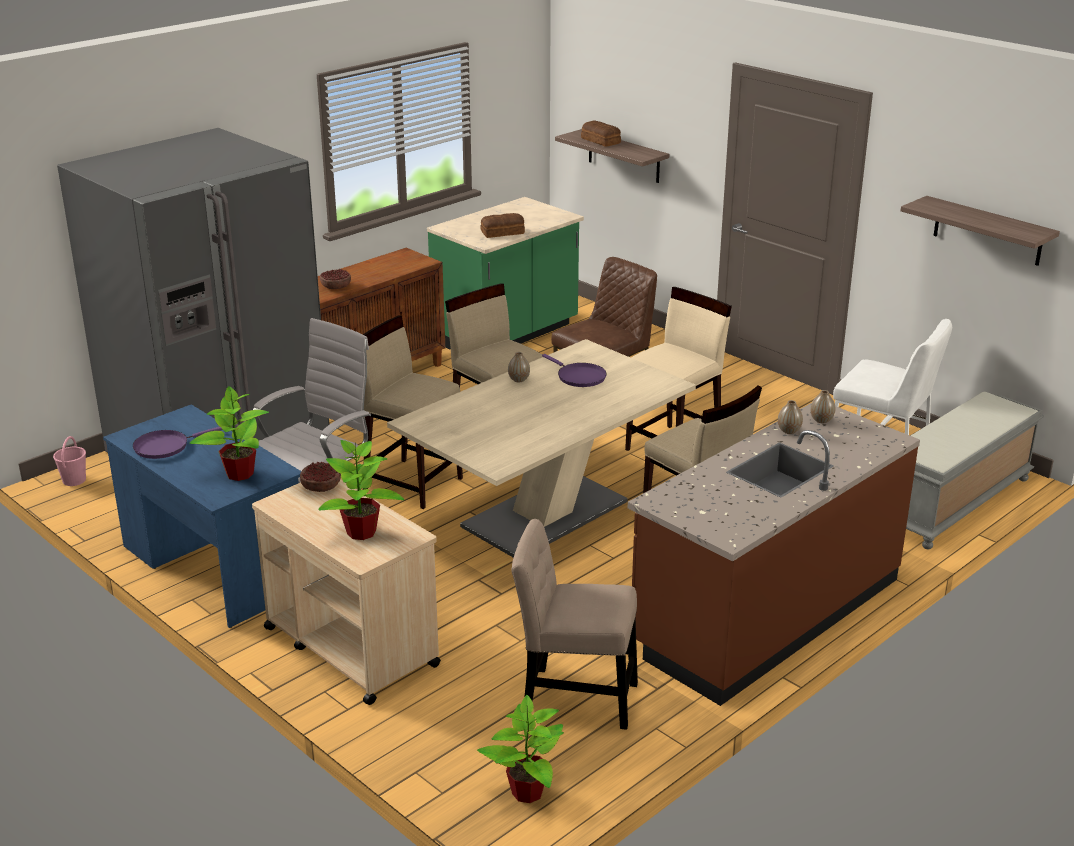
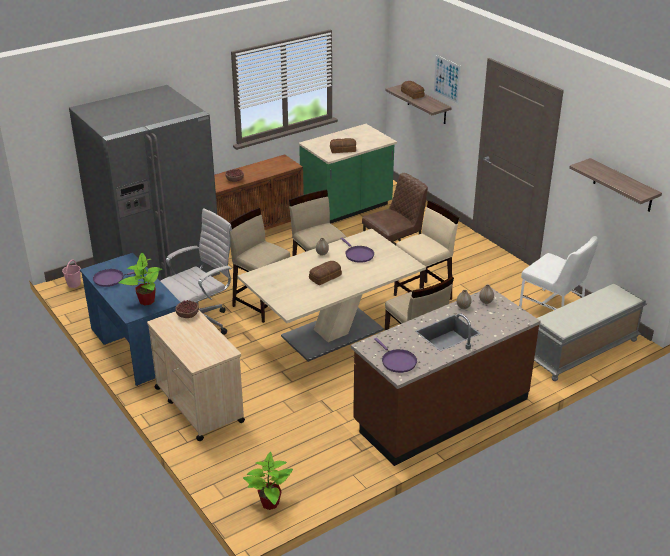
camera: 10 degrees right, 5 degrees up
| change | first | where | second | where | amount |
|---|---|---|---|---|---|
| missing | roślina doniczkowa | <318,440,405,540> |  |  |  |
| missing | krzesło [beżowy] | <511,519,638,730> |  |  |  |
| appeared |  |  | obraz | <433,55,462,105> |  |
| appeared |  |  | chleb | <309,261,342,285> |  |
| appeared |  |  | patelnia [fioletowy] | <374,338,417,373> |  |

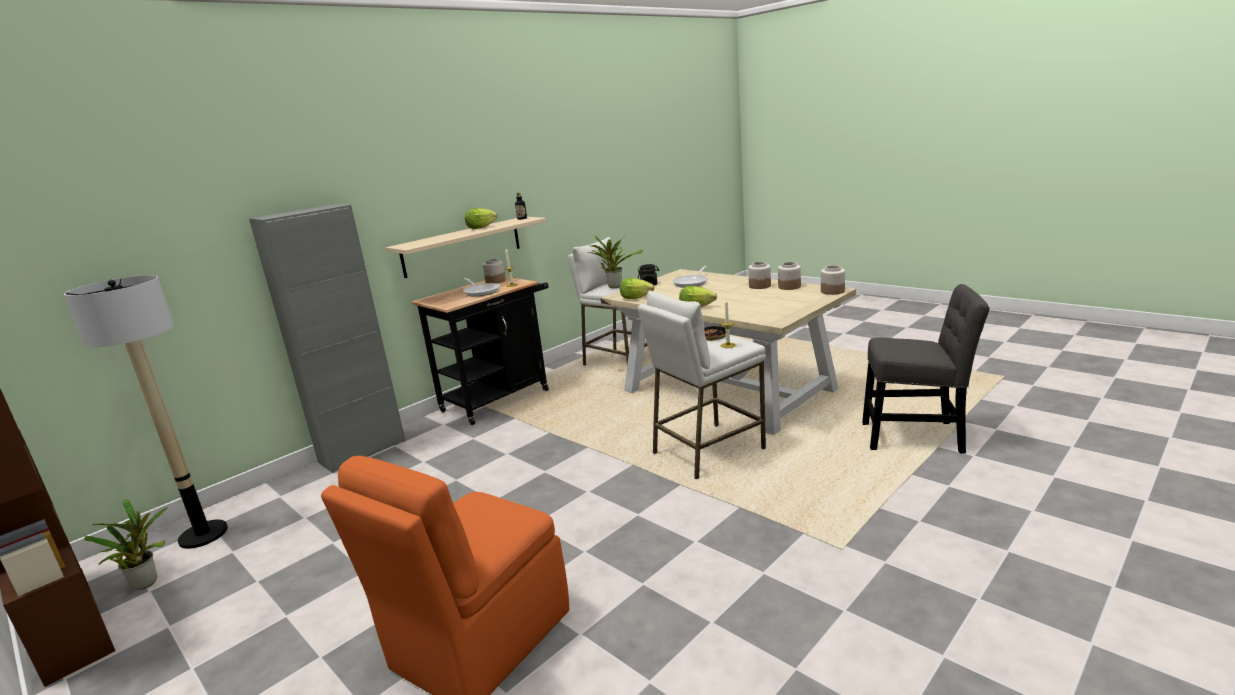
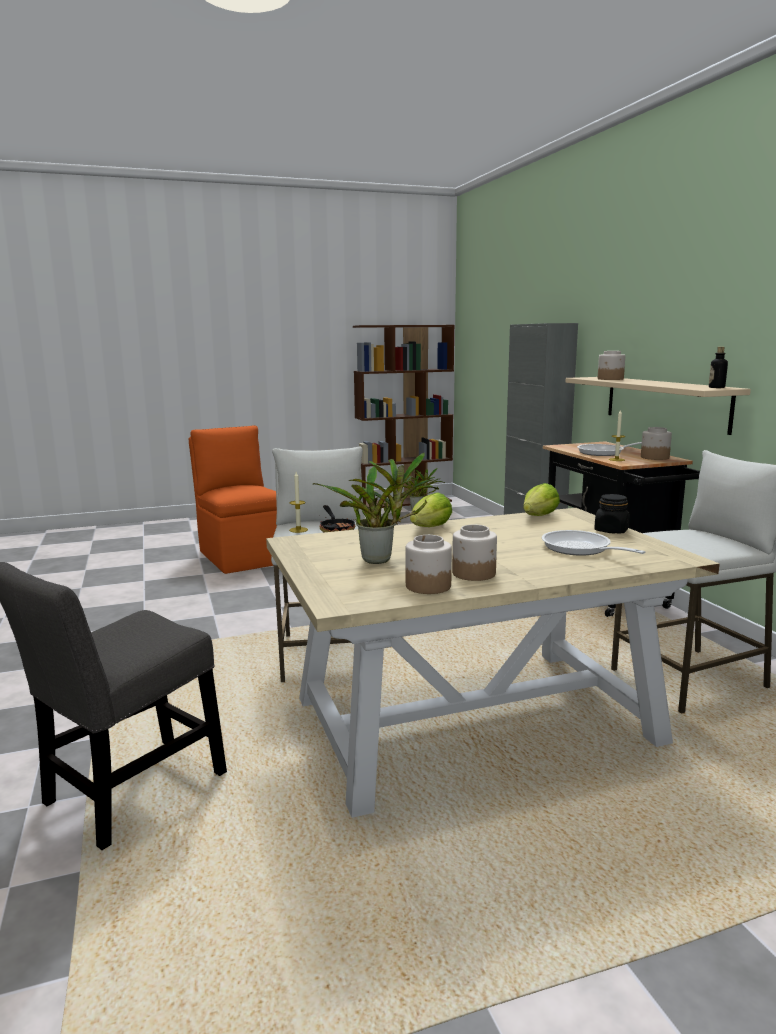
camera: 115 degrees right, 5 degrees down
| change | first | where | second | where | amount |
|---|---|---|---|---|---|
| missing | sałata | <465,208,497,229> |  |  |  |
| relocated | roślina doniczkowa | <588,236,643,288> |  | <313,453,439,564> |  |
| relocated | słoik | <821,265,845,295> |  | <598,351,625,380> |  |
| missing | lampa stojąca | <64,275,228,549> |  |  |  |

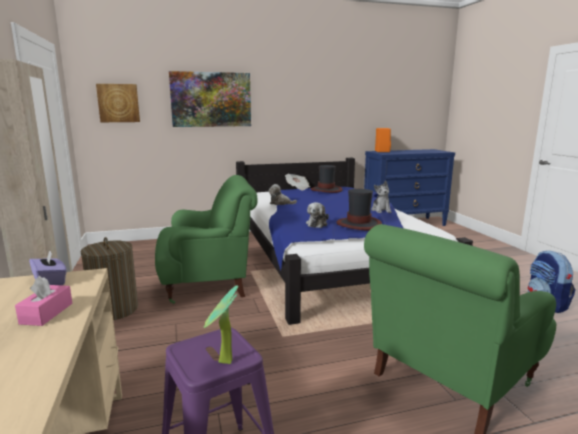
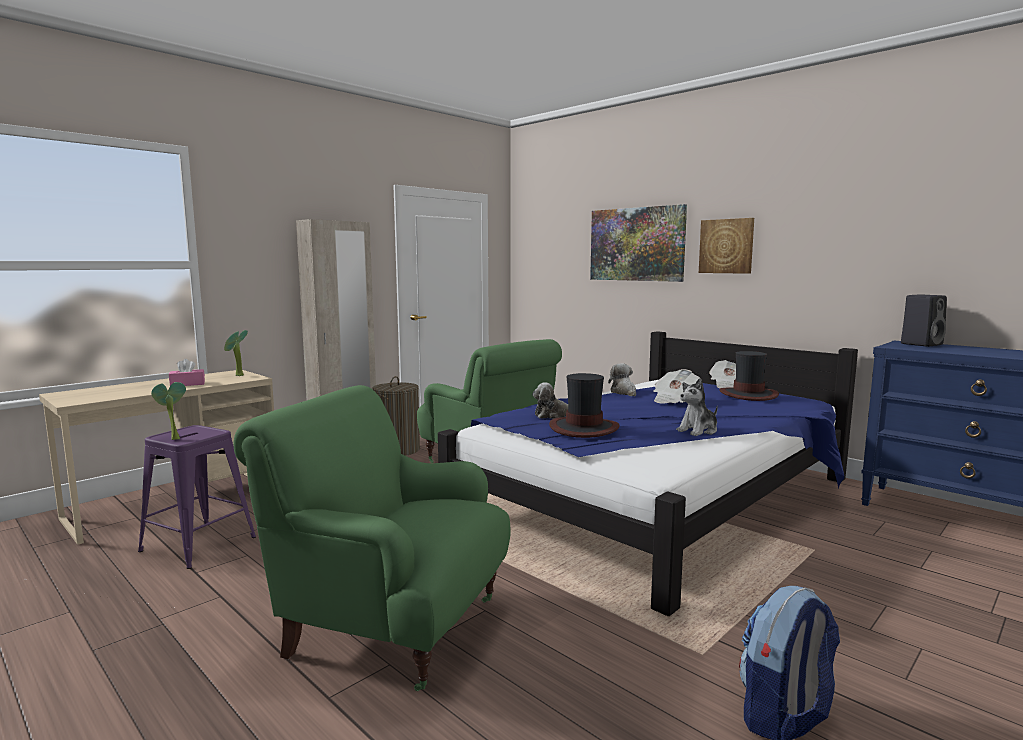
camera: 60 degrees right, 5 degrees down
| change | first | where | second | where | amount |
|---|---|---|---|---|---|
| relocated | obraz | <96,84,140,122> |  | <699,218,754,274> |  |
| colour | głośnik [pomarańczowy] | <375,128,391,152> | głośnik [czarny] | <901,294,947,347> |  |
| exchanged | pudełko chusteczek [fioletowy] | <29,250,67,285> | roślina doniczkowa | <224,330,248,376> |  |
| appeared |  |  | gazeta | <653,369,701,404> |  |

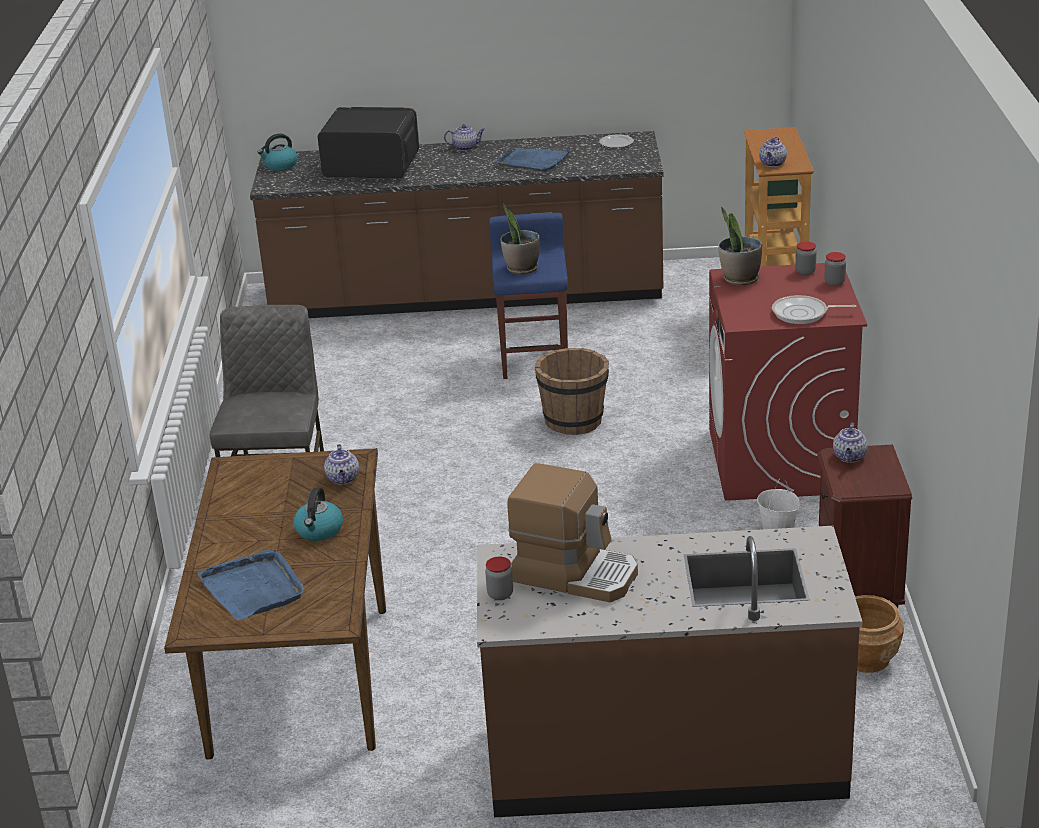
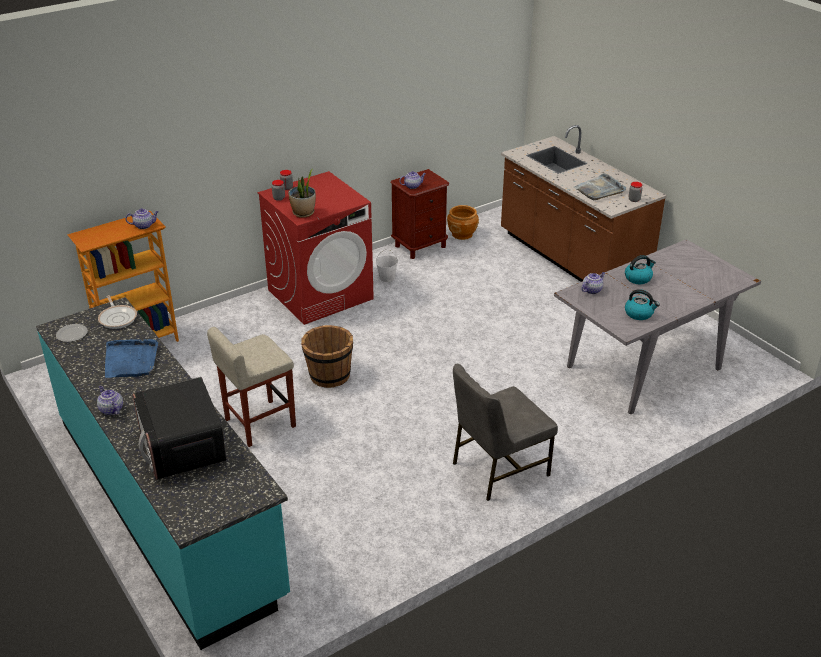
camera: 125 degrees left, 5 degrees up
| change | first | where | second | where | amount |
|---|---|---|---|---|---|
| colour | zabudowa kuchenna [brązowy] | <250,131,663,318> | zabudowa kuchenna [turkusowy] | <36,297,290,650> |  |
| relocated | czajnik | <258,133,297,171> |  | <625,289,660,320> |  |
| missing | roślina doniczkowa | <501,203,540,275> |  |  |  |
| colour | stołek [niebieski] | <489,213,568,379> | stołek [beżowy] | <207,327,296,447> |  |
| relocated | patelnia | <772,295,856,324> |  | <98,295,137,329> |  |
| colour | stół jadalny [brązowy] | <164,448,386,759> | stół jadalny [szary] | <554,239,761,414> |  |
| exchanged | ekspres do kawy | <507,463,638,602> | taca [szary] | <574,173,626,200> |  |
| missing | taca [niebieski] | <198,549,304,620> |  |  |  |

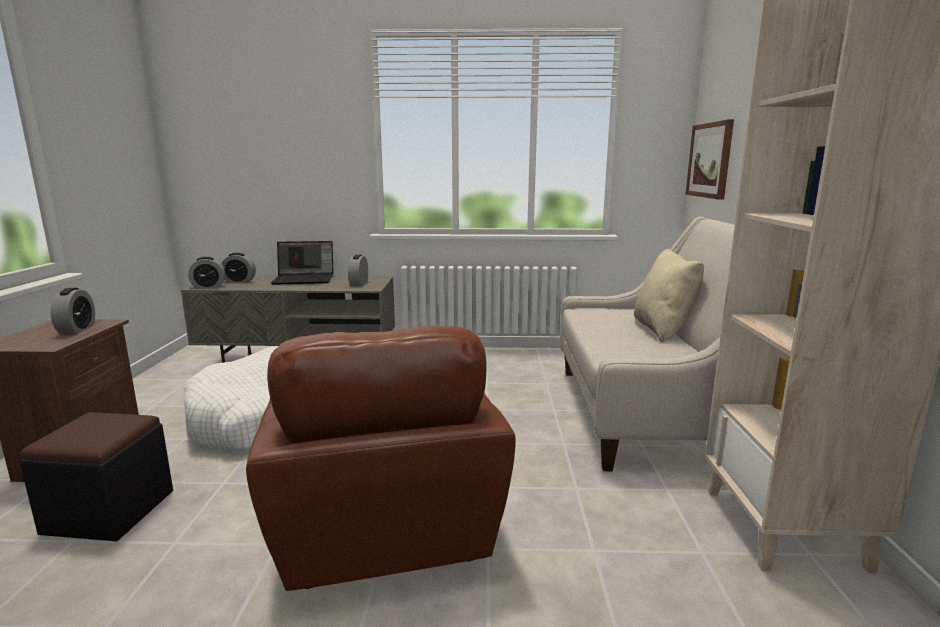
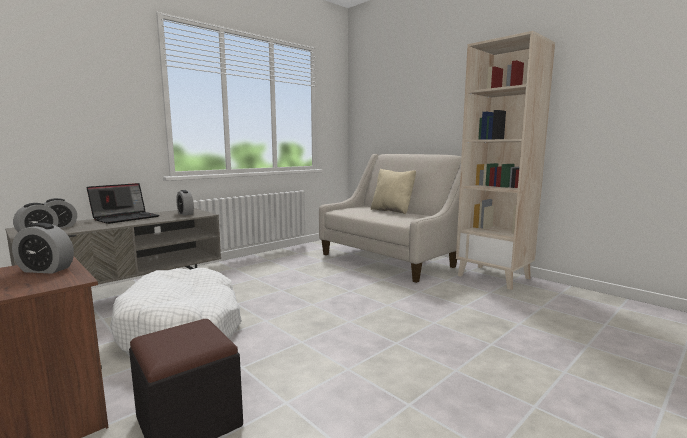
camera: 45 degrees left, 5 degrees down
| change | first | where | second | where | amount |
|---|---|---|---|---|---|
| missing | obraz | <686,119,734,200> |  |  |  |
| spun | budzik | <50,288,95,334> |  | <12,223,74,274> | 150 degrees clockwise |
| missing | fotel [brązowy] | <246,326,516,591> |  |  |  |

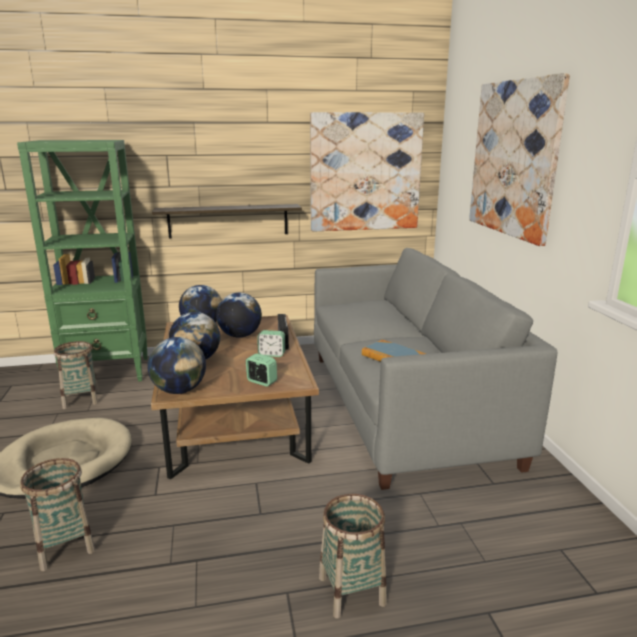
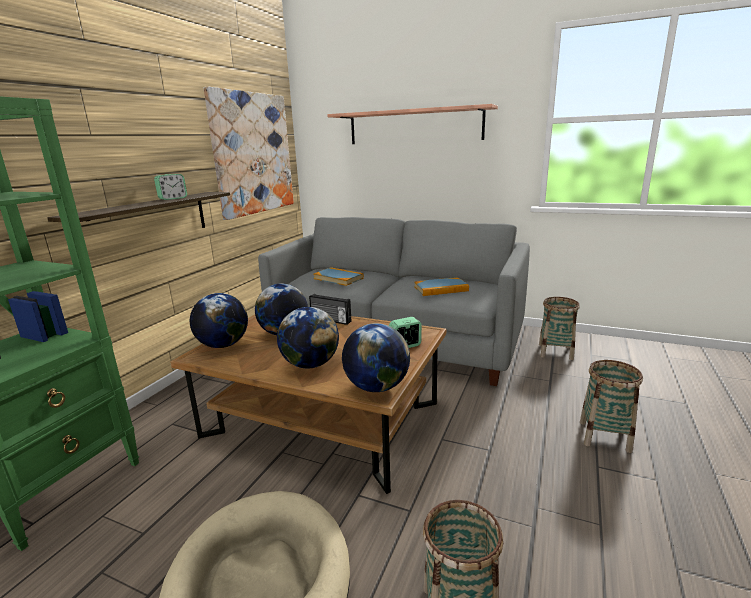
camera: 55 degrees left, 0 degrees up
| change | first | where | second | where | amount |
|---|---|---|---|---|---|
| exchanged | obraz | <469,73,570,246> | półka | <327,104,498,144> |  |
| relocated | budzik | <257,330,285,357> |  | <154,174,187,200> |  |
| relocated | koszyk | <54,341,99,409> |  | <539,297,580,360> |  |
| appeared |  |  | książka | <314,267,364,286> |  |

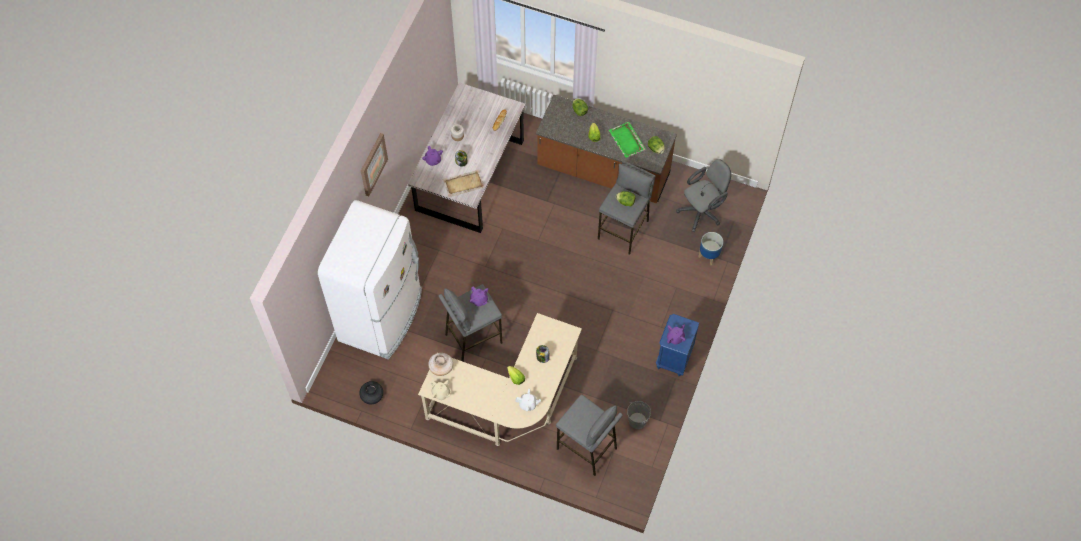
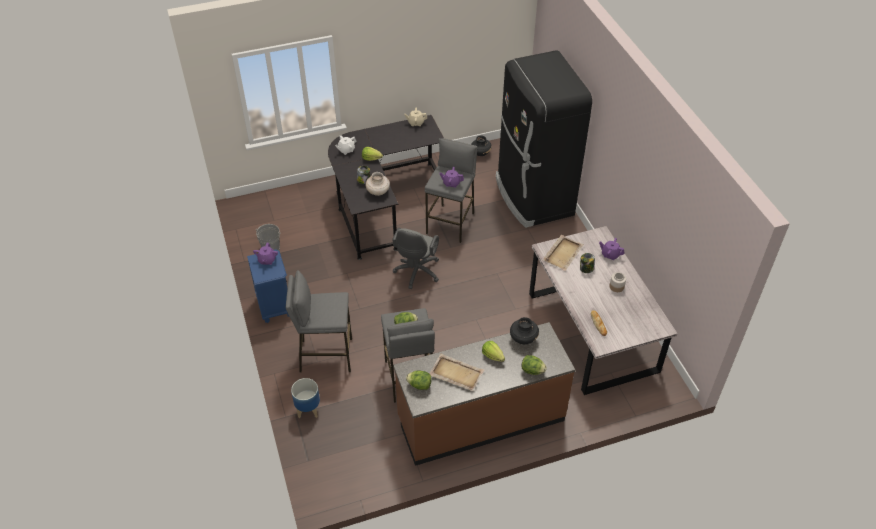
camera: 140 degrees right, 15 degrees down
| change | first | where | second | where | amount |
|---|---|---|---|---|---|
| colour | taca [zielony] | <608,122,646,158> | taca [beżowy] | <429,354,484,391> |  |
| missing | obraz | <361,133,388,197> |  |  |  |
| relocated | krzesło biurowe [szary] | <676,159,731,232> |  | <392,228,439,289> |  |
| colour | lodówka [biały] | <318,200,422,359> | lodówka [czarny] | <496,50,592,228> |  |
| colour | biurko [beżowy] | <418,313,582,446> | biurko [czarny] | <328,115,444,260> |  |
| relocated | wazon [beżowy] | <428,353,453,376> |  | <365,172,390,196> |  |
| relocated | stołek [szary] | <556,395,623,476> |  | <285,270,352,372> |  |
| appeared |  |  | wazon [czarny] | <510,317,539,344> |  |

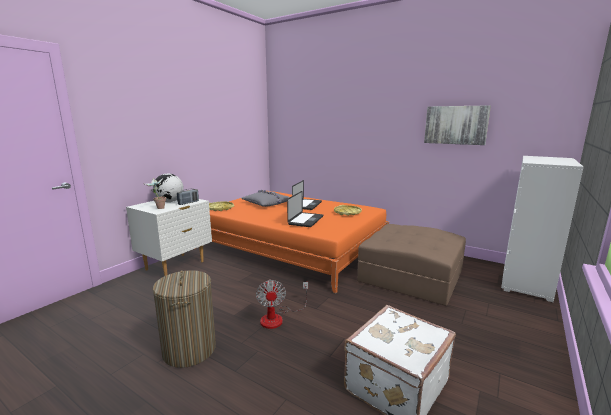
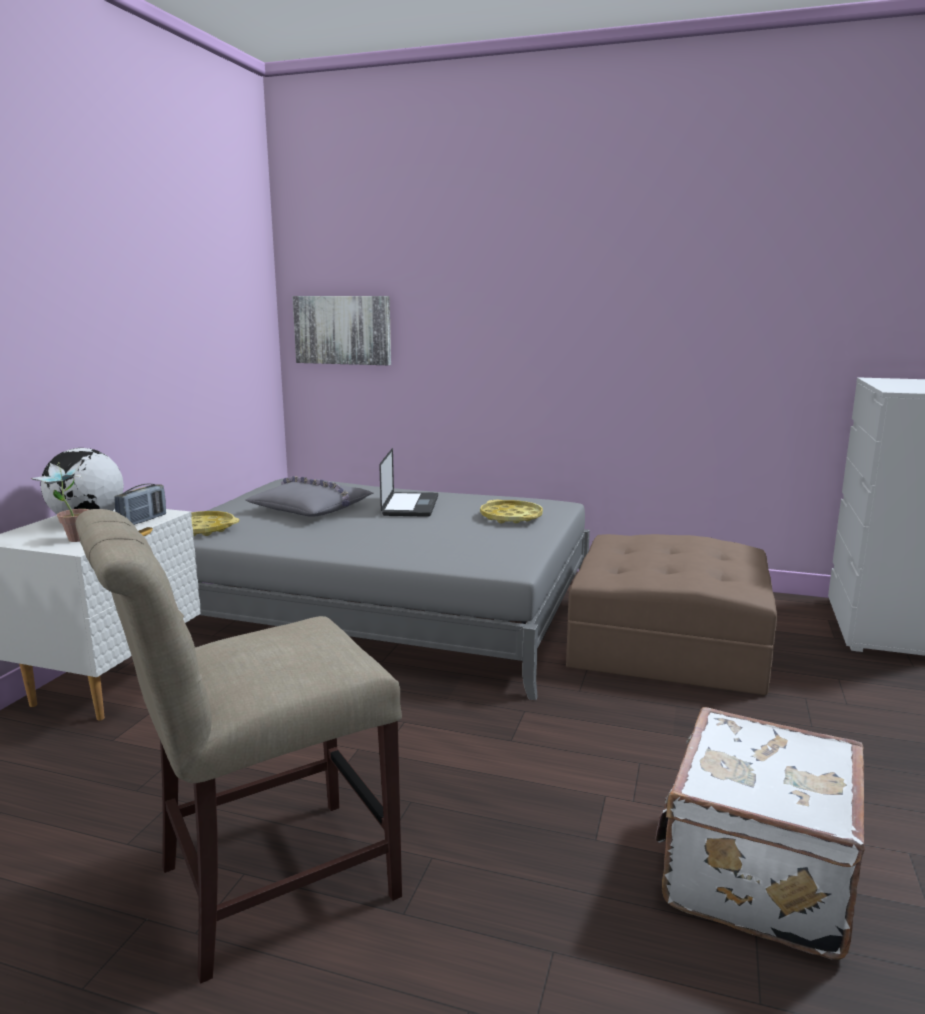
camera: 15 degrees left, 0 degrees up
| change | first | where | second | where | amount |
|---|---|---|---|---|---|
| relocated | obraz | <424,105,491,145> |  | <292,296,391,365> |  |
| colour | łóżko [pomarańczowy] | <195,191,389,293> | łóżko [szary] | <193,478,590,700> |  |
| missing | laptop | <287,191,323,227> |  |  |  |
| exchanged | kosz na pranie | <153,270,216,368> | krzesło [beżowy] | <75,509,402,984> |  |
| missing | wentylator | <256,279,308,329> |  |  |  |

